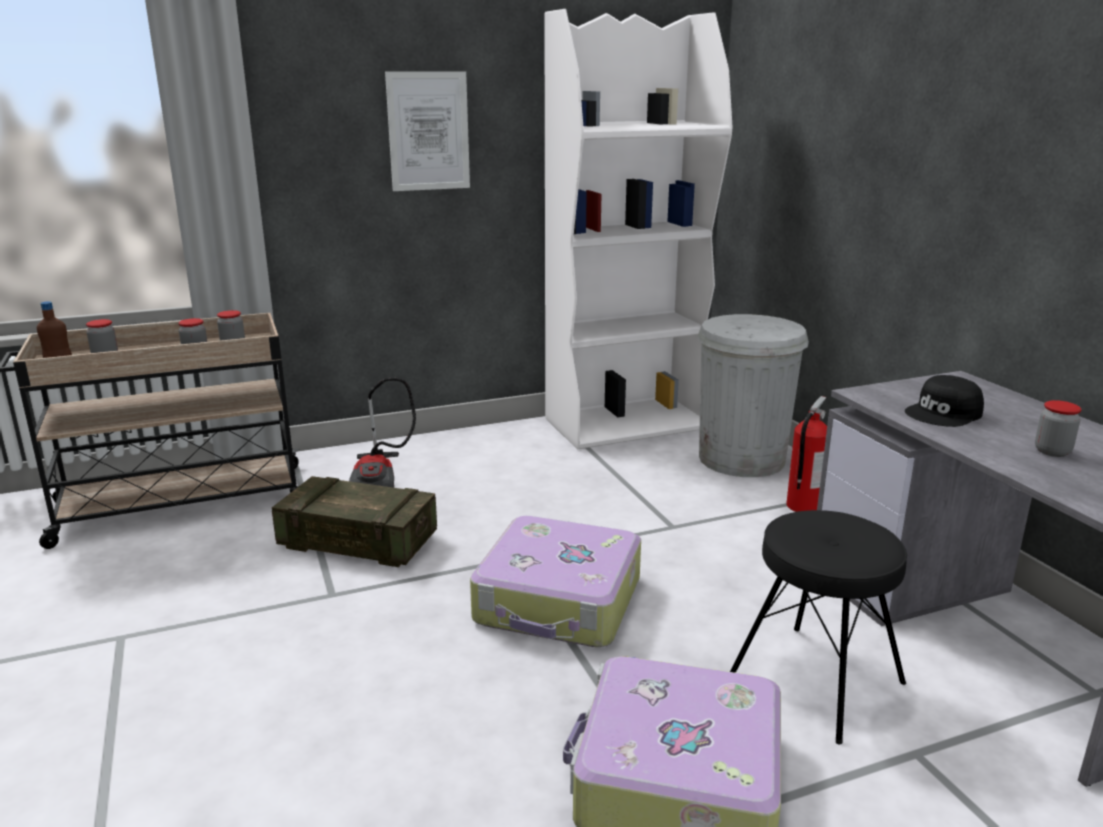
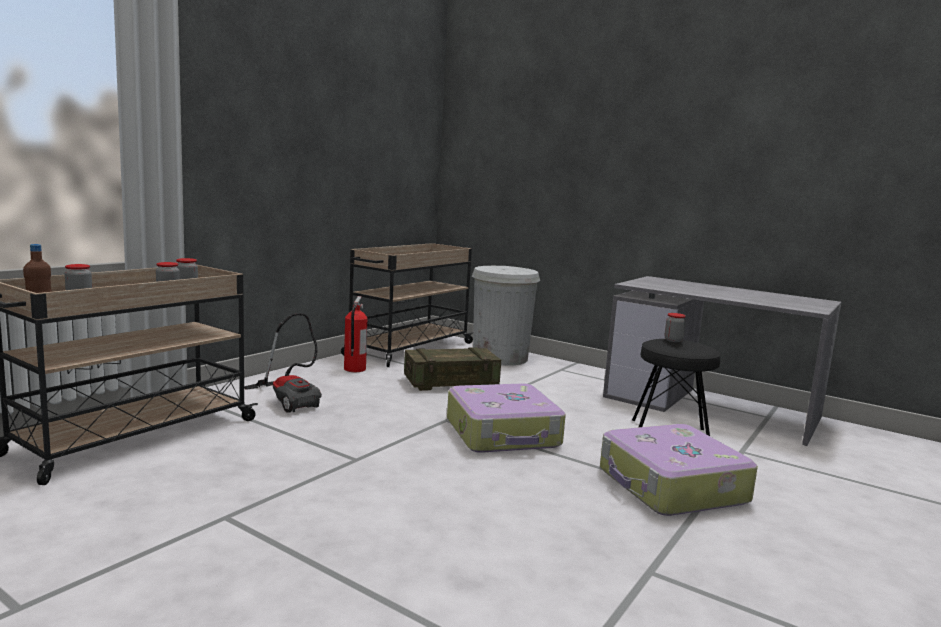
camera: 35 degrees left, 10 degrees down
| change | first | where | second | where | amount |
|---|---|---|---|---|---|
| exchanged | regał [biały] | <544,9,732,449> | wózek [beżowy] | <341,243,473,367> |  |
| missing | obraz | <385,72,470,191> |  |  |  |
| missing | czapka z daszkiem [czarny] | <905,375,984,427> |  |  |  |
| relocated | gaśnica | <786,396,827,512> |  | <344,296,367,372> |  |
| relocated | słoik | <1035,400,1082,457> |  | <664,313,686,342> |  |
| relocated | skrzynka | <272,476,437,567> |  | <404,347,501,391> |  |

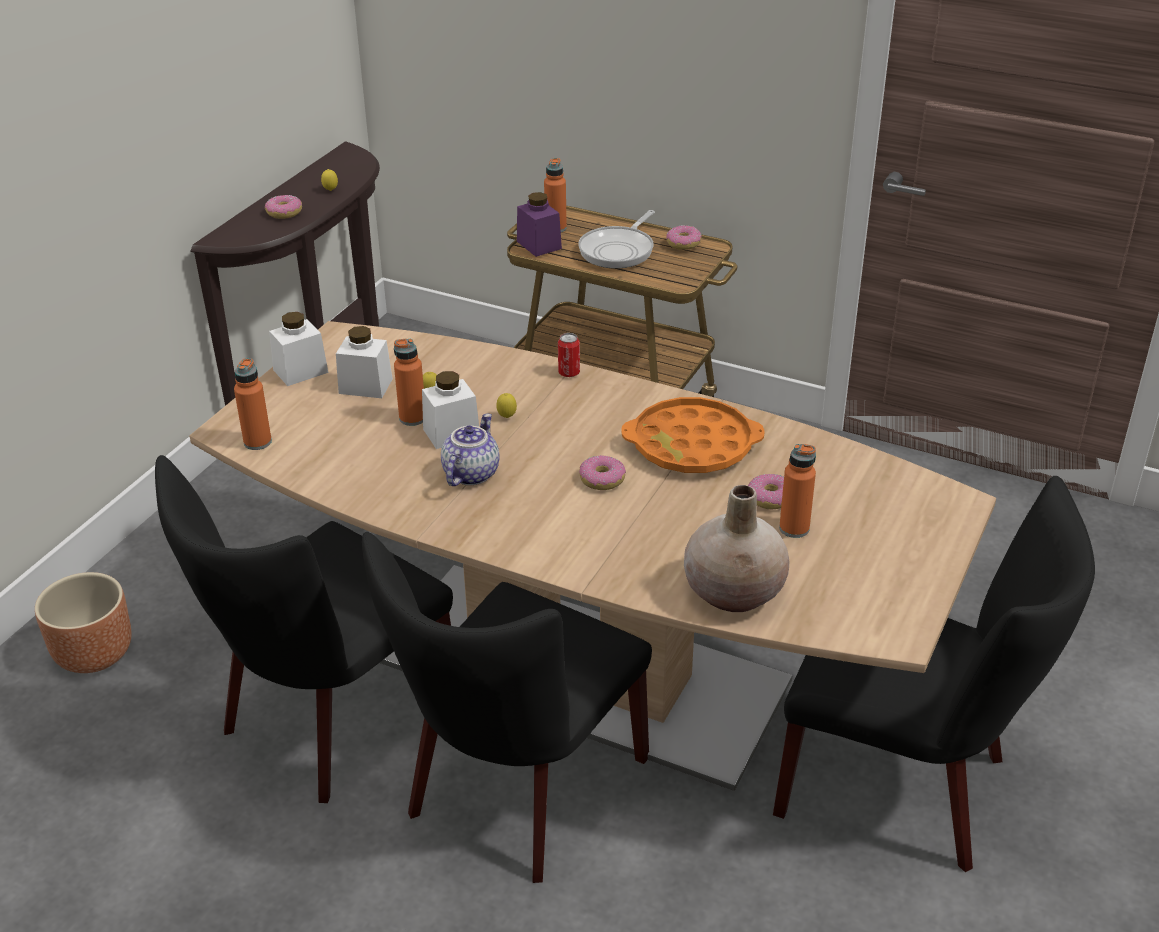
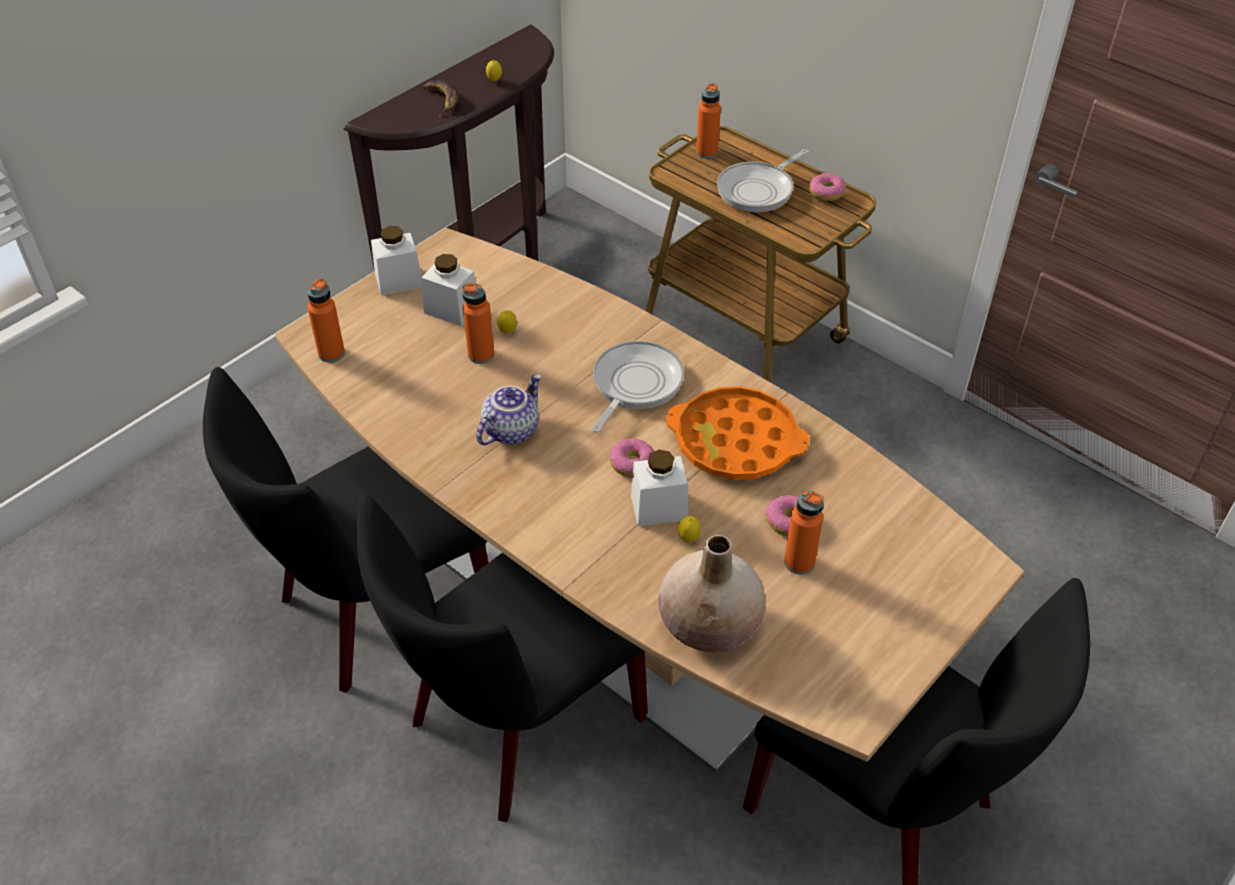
camera: 15 degrees right, 10 degrees up
| change | first | where | second | where | amount |
|---|---|---|---|---|---|
| missing | słoik [fioletowy] | <517,192,562,257> |  |  |  |
| exchanged | donut | <265,195,302,219> | banan | <423,80,458,117> |  |
| missing | puszka | <558,333,580,377> |  |  |  |
| relocated | słoik [biały] | <422,371,479,449> |  | <631,450,688,526> |  |
| relocated | cytryna | <496,393,517,418> |  | <678,516,701,542> |  |
| missing | donica [brązowy] | <35,572,132,673> |  |  |  |
| appeared |  |  | patelnia | <592,341,684,433> |  |

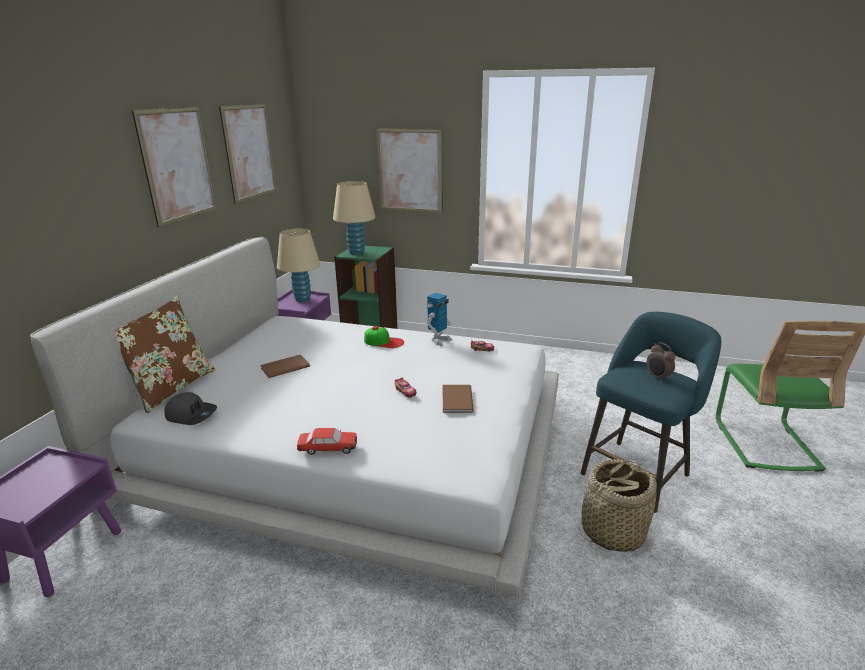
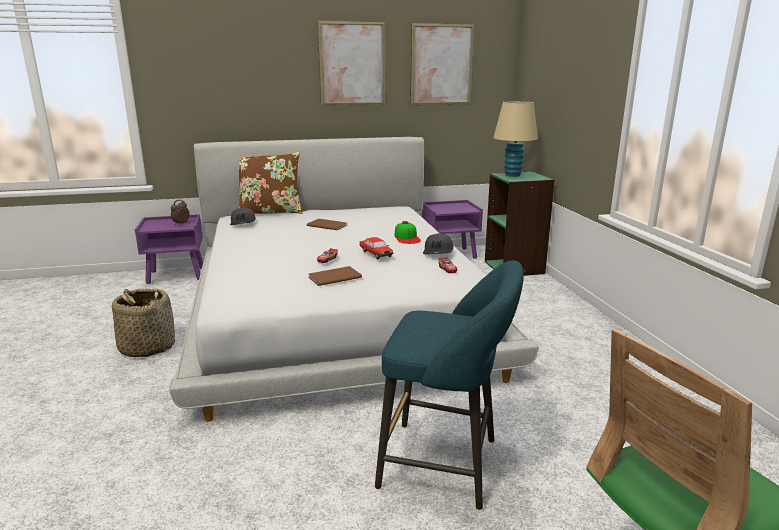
camera: 60 degrees right, 5 degrees down
| change | first | where | second | where | amount |
|---|---|---|---|---|---|
| missing | obraz | <376,128,443,213> |  |  |  |
| missing | lampa stołowa [beżowy] | <277,229,320,302> |  |  |  |
| exchanged | robot zabawkowy | <427,293,452,346> | czapka z daszkiem [szary] | <423,233,453,254> |  |
| relocated | budzik | <647,342,676,382> |  | <171,200,190,225> |  |
| relocated | samochodzik | <297,428,357,455> |  | <359,237,393,259> |  |
| relocated | koszyk | <579,459,657,552> |  | <112,289,175,357> |  |

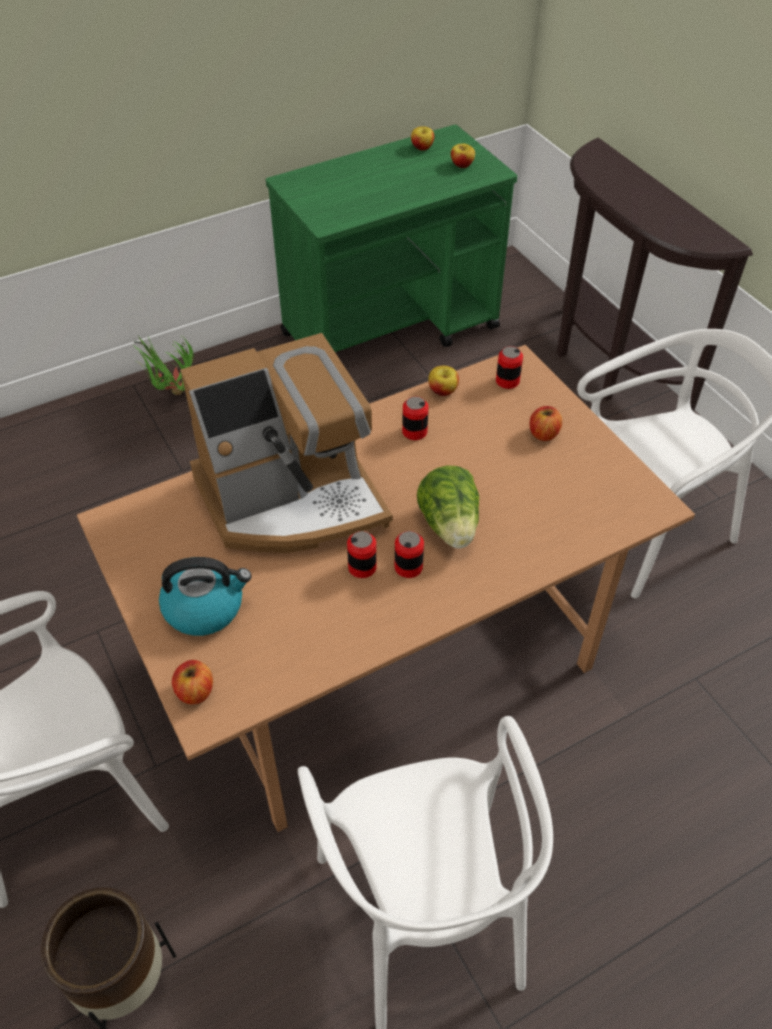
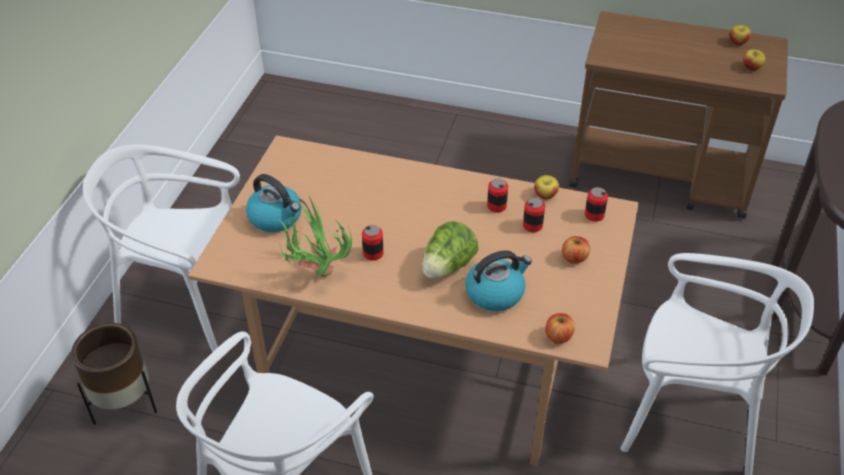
camera: 45 degrees right, 5 degrees down
| change | first | where | second | where | amount |
|---|---|---|---|---|---|
| colour | wózek [zielony] | <266,125,518,352> | wózek [brązowy] | <569,11,788,219> |  |
| missing | ekspres do kawy | <180,333,393,553> |  |  |  |
| relocated | roślina doniczkowa | <133,336,194,395> |  | <278,195,352,277> |  |
| relocated | puszka | <395,531,424,578> |  | <523,198,545,232> |  |
| relocated | jabłko | <172,660,213,704> |  | <545,313,575,344> |  |
| appeared |  |  | czajnik | <465,250,532,311> |  |

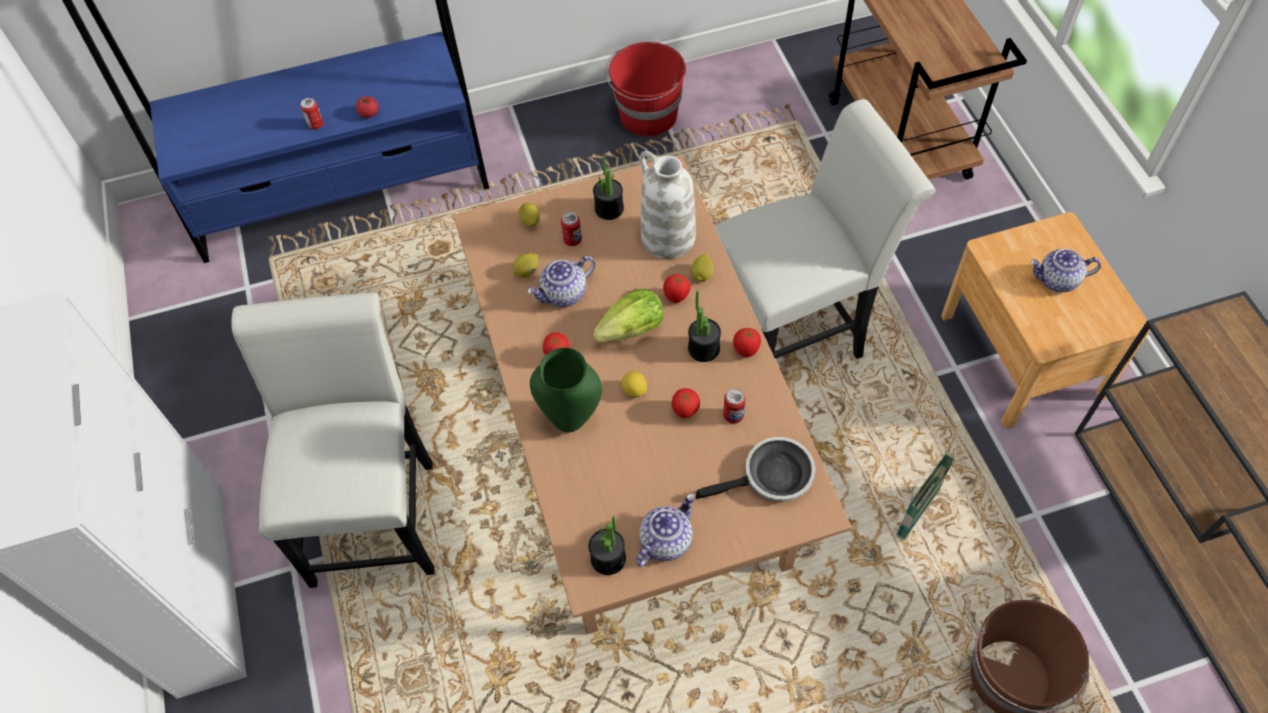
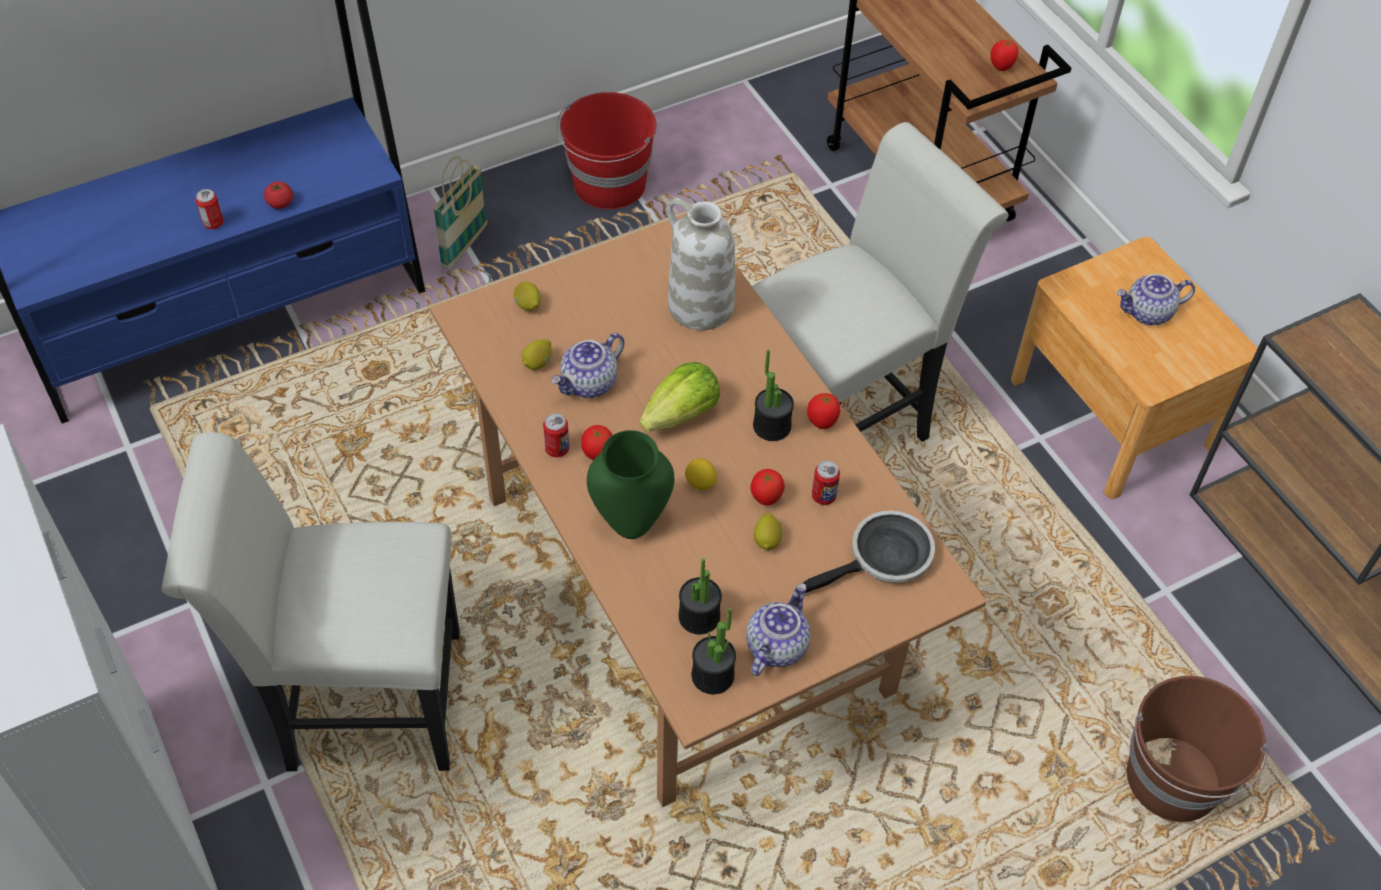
camera: 15 degrees left, 5 degrees down
| change | first | where | second | where | amount |
|---|---|---|---|---|---|
| relocated | roślina doniczkowa | <593,156,624,220> |  | <678,558,722,635> |  |
| relocated | puszka | <561,212,582,246> |  | <543,413,569,457> |  |
| relocated | cytryna | <691,254,713,282> |  | <754,513,783,550> |  |
| relocated | pomidor | <663,274,691,303> |  | <990,40,1018,71> |  |
| spun | krzesło [biały] | <231,292,434,588> |  | <162,432,460,771> | 75 degrees counterclockwise |
| relocated | koszyk | <896,451,955,541> |  | <433,156,487,269> |  |

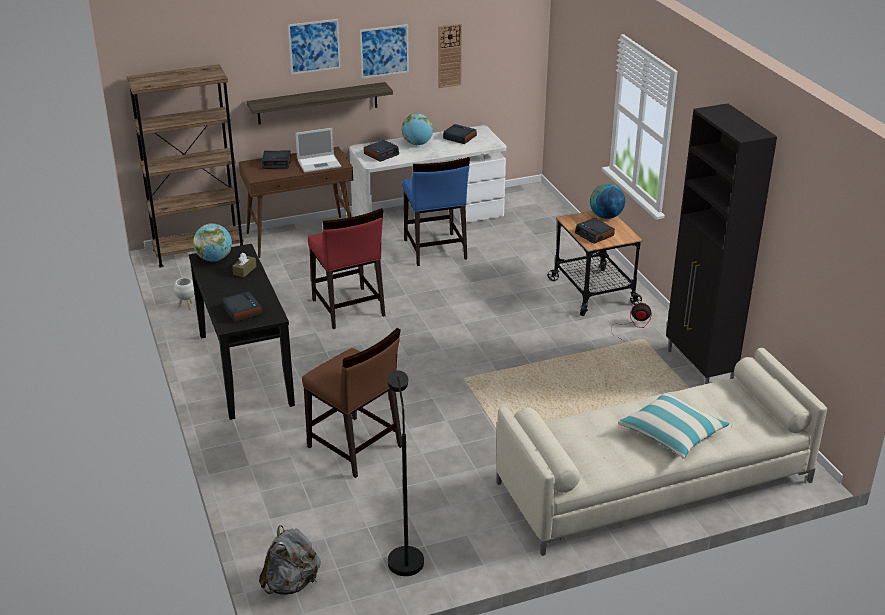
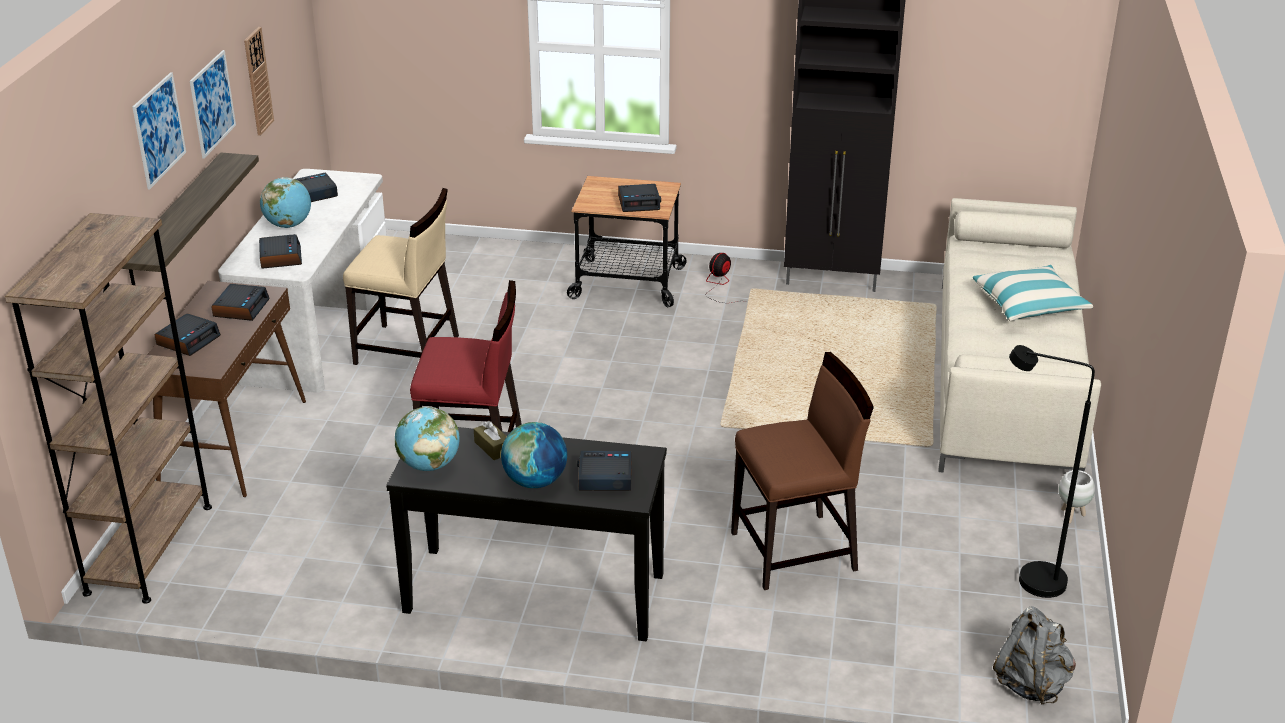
camera: 60 degrees left, 0 degrees up
| change | first | where | second | where | amount |
|---|---|---|---|---|---|
| exchanged | laptop | <295,128,341,173> | budzik | <211,284,270,321> |  |
| colour | krzesło [niebieski] | <402,157,470,266> | krzesło [beżowy] | <343,188,459,365> |  |
| relocated | globus | <590,184,625,219> |  | <501,422,567,488> |  |
| relocated | donica [biały] | <174,278,194,310> |  | <1059,470,1095,523> |  |

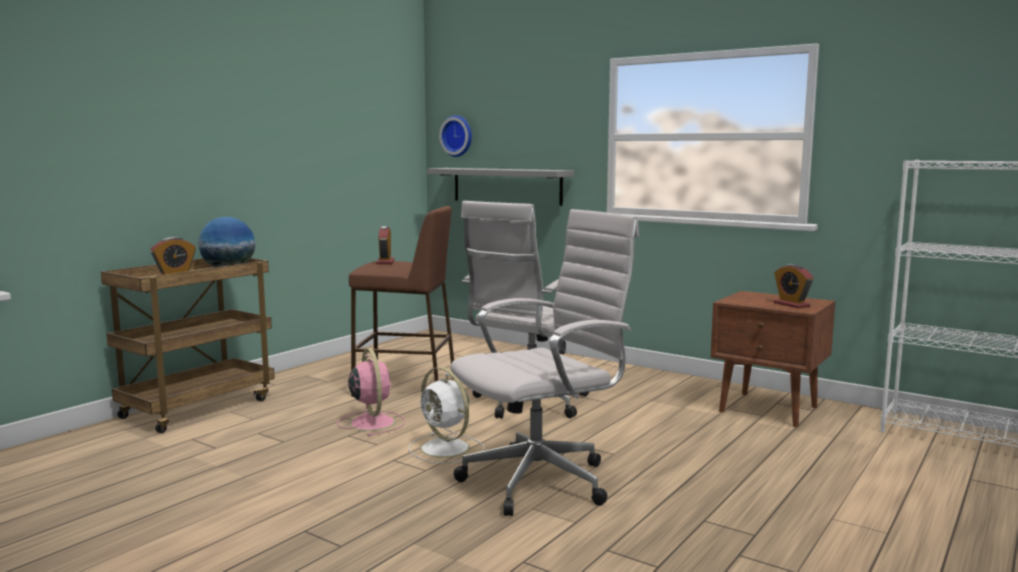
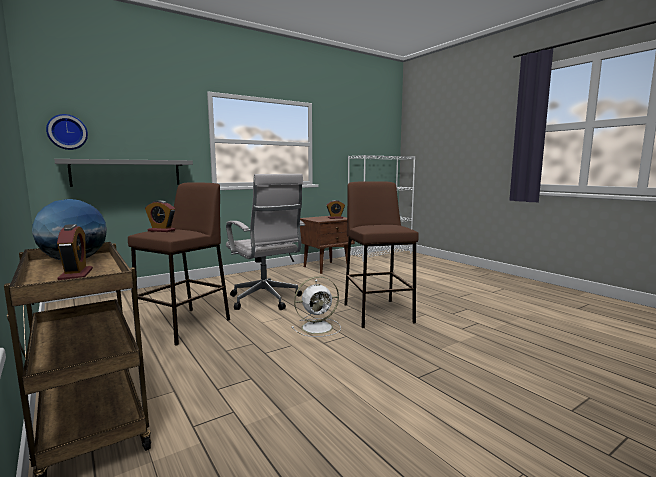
camera: 70 degrees left, 0 degrees up
| change | first | where | second | where | amount |
|---|---|---|---|---|---|
| exchanged | krzesło biurowe [biały] | <450,209,639,516> | stołek [brązowy] | <344,181,419,328> |  |
| missing | wentylator [różowy] | <337,348,405,436> |  |  |  |

